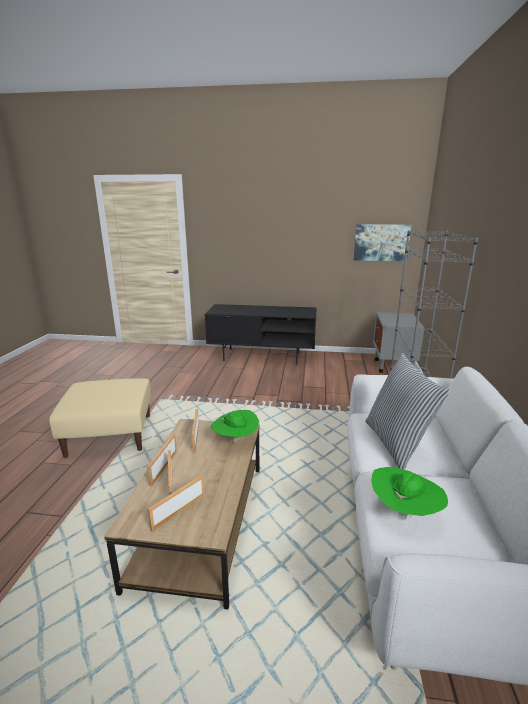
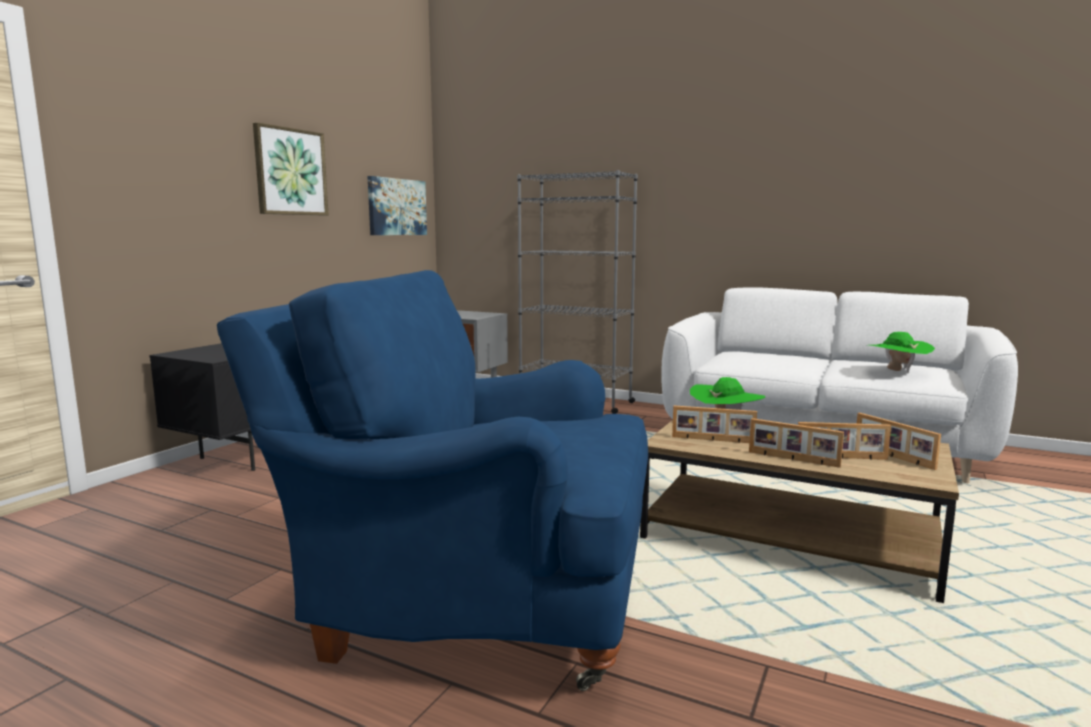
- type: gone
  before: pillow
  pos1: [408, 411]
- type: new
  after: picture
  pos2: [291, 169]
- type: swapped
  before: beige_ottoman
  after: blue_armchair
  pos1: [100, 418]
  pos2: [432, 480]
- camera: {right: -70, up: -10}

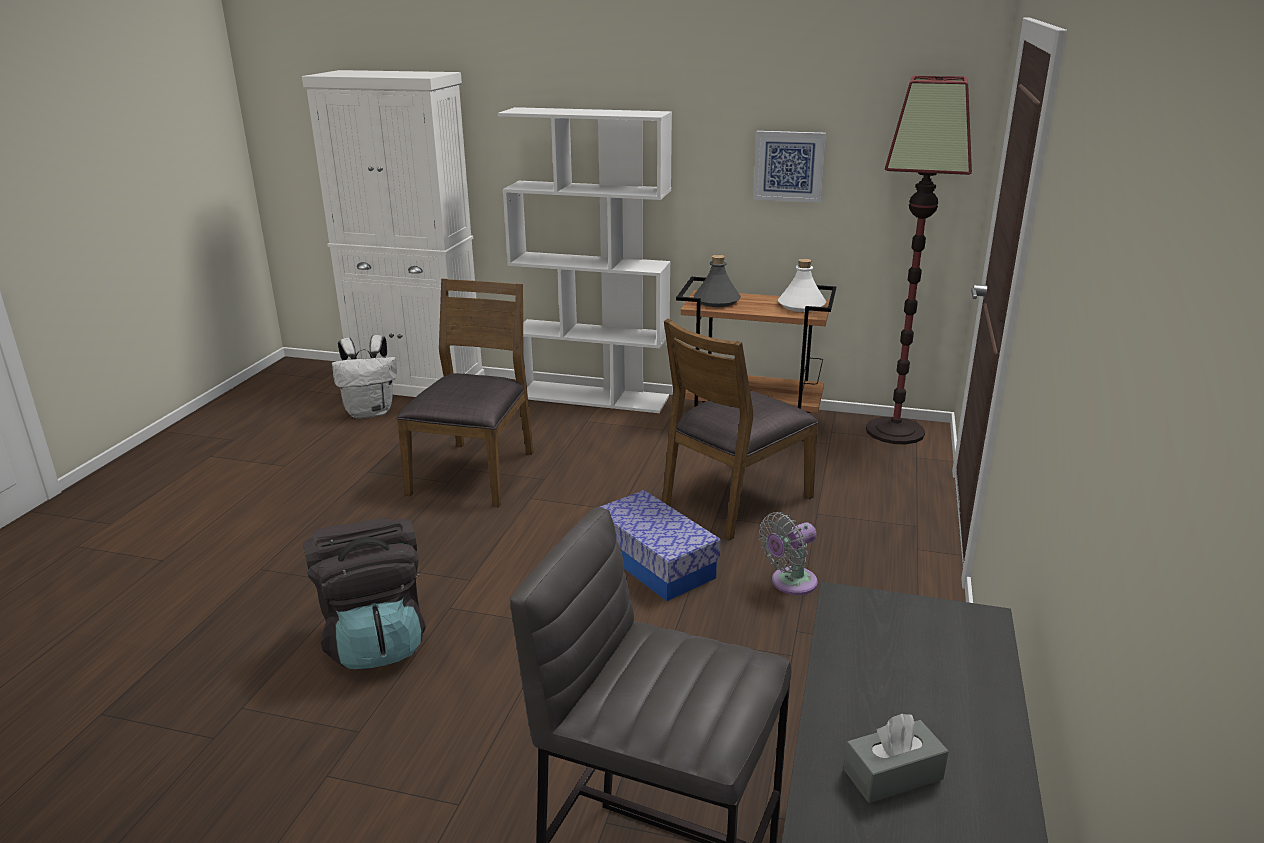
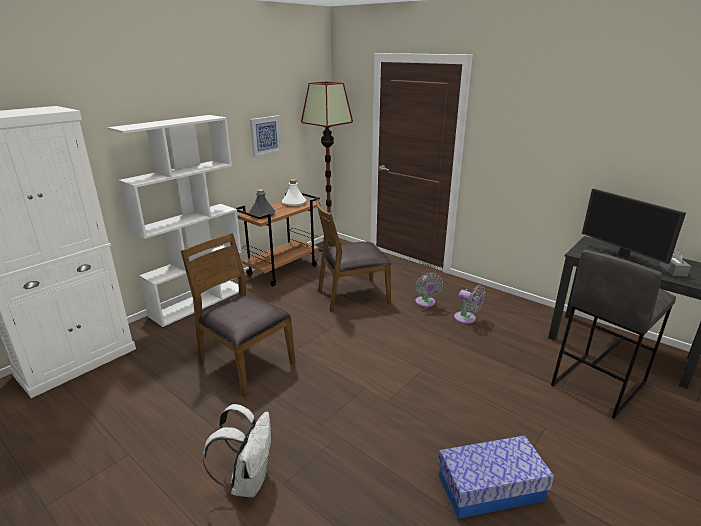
- type: gone
  before: black_backpack
  pos1: [364, 593]
- type: new
  after: grey_fan
  pos2: [470, 304]
- type: new
  after: monitor
  pos2: [634, 226]
- type: shifted
  before: white_backpack
  pos1: [364, 377]
  pos2: [237, 451]
- type: shifted
  before: storage_box
  pos1: [660, 545]
  pos2: [496, 477]
- type: rotated
  before: brown_chair
  pos1: [740, 430]
  pos2: [353, 255]
  turn: 90
- camera: {right: -65, up: 0}

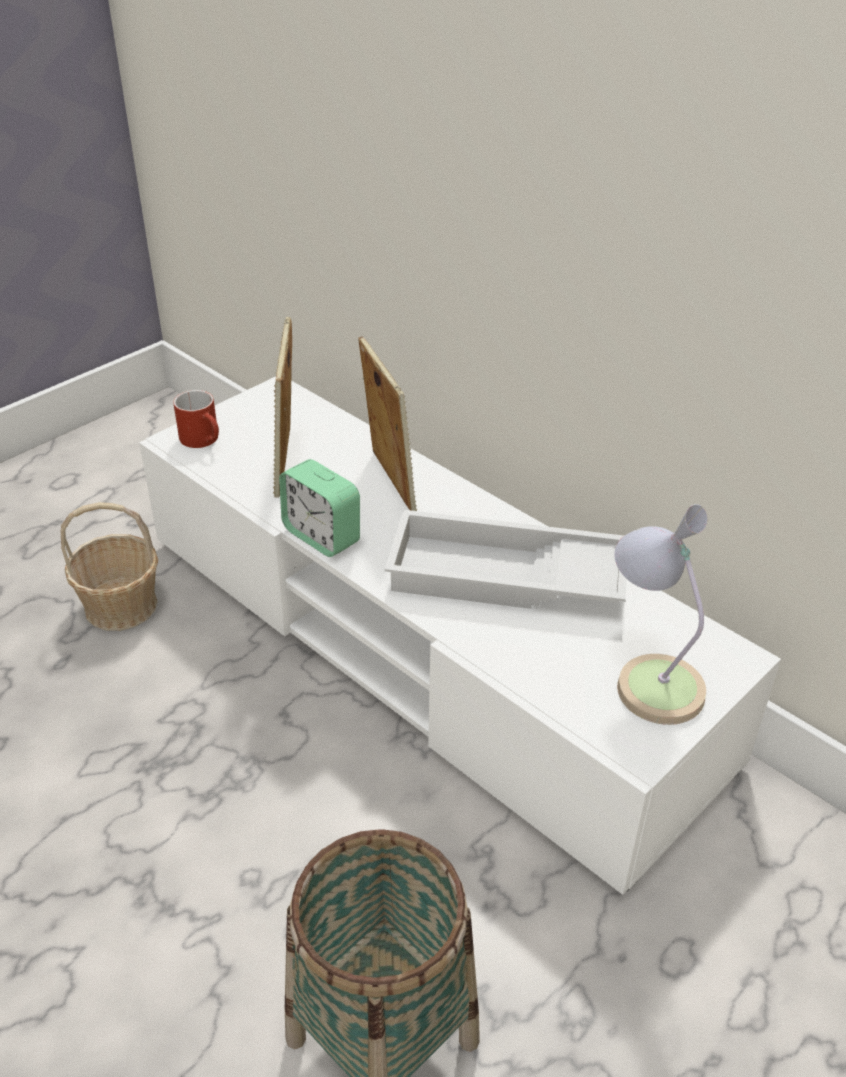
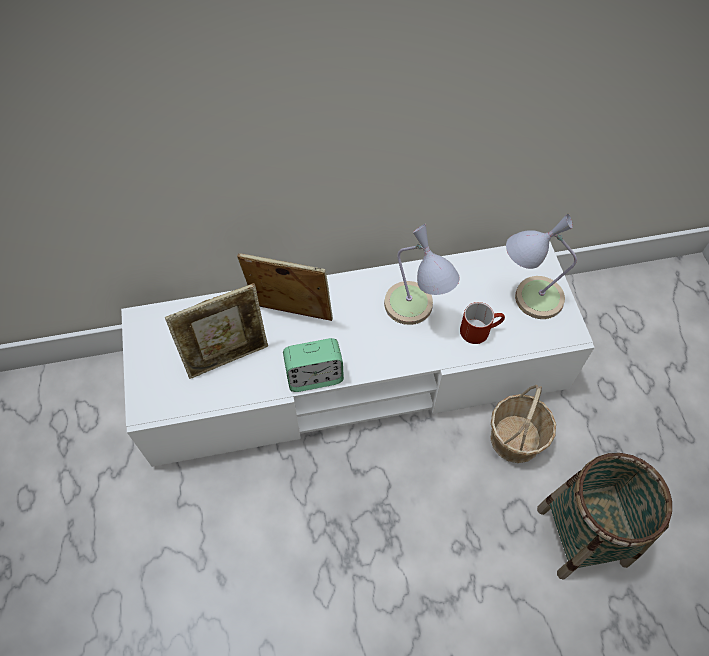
- type: shifted
  before: basket
  pos1: [109, 566]
  pos2: [523, 424]
- type: shifted
  before: red_mug
  pos1: [196, 419]
  pos2: [482, 323]
- type: swapped
  before: white_tray
  after: table_lamp
  pos1: [506, 559]
  pos2: [422, 274]
- type: rotated
  before: picture_frame
  pos1: [283, 407]
  pos2: [216, 331]
  turn: -60
- camera: {right: -55, up: 20}

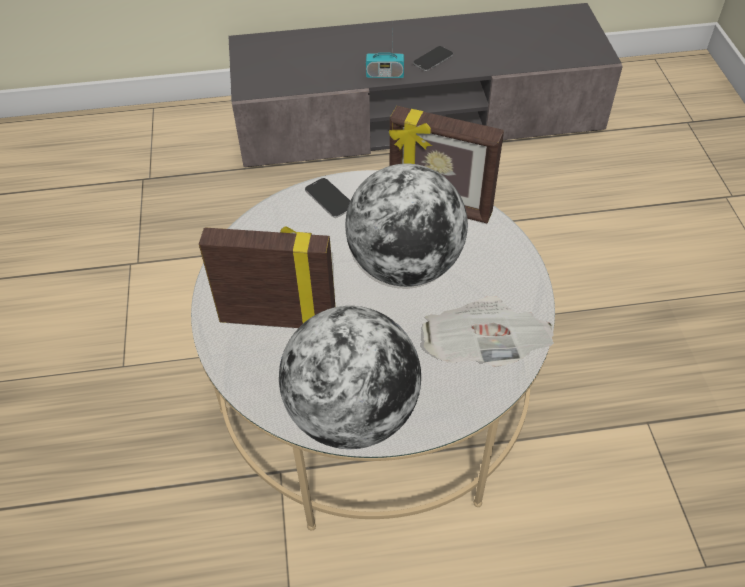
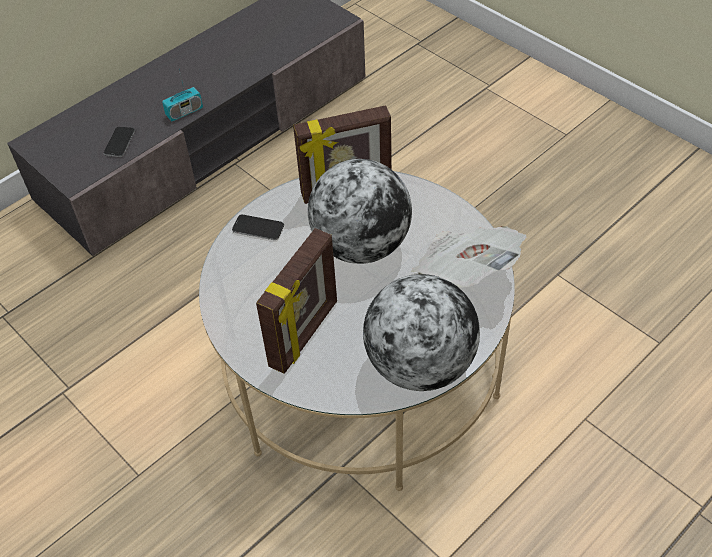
- type: shifted
  before: phone
  pos1: [433, 58]
  pos2: [119, 142]
- type: rotated
  before: picture_frame
  pos1: [267, 277]
  pos2: [296, 301]
  turn: 150
- camera: {right: -35, up: 0}

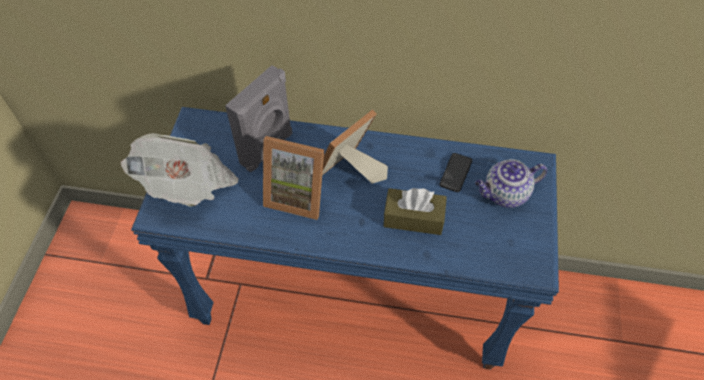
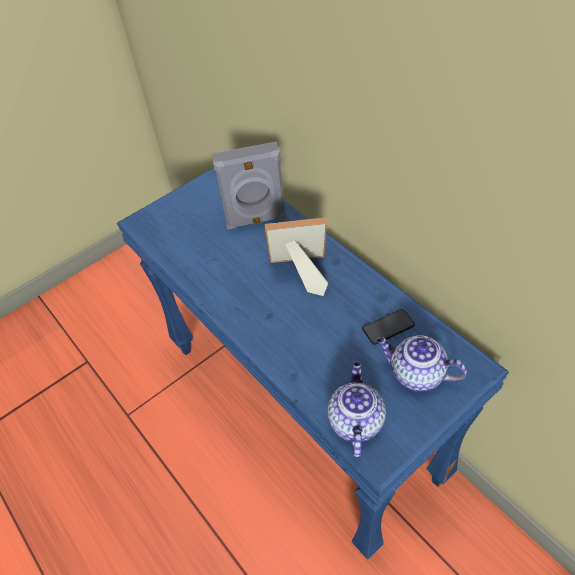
- type: gone
  before: newspaper
  pos1: [179, 170]
- type: gone
  before: picture_frame
  pos1: [293, 178]
- type: gone
  before: brown_tissue_box
  pos1: [415, 211]
- type: new
  after: teapot
  pos2: [356, 409]
- camera: {right: 45, up: -5}

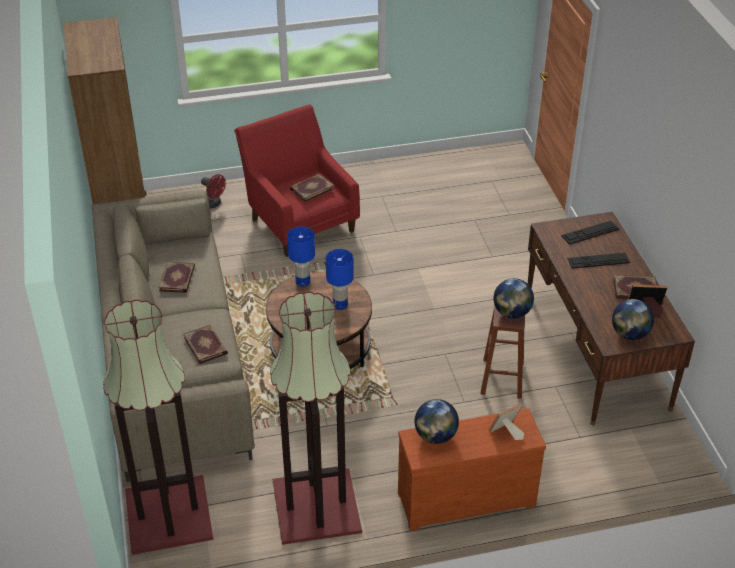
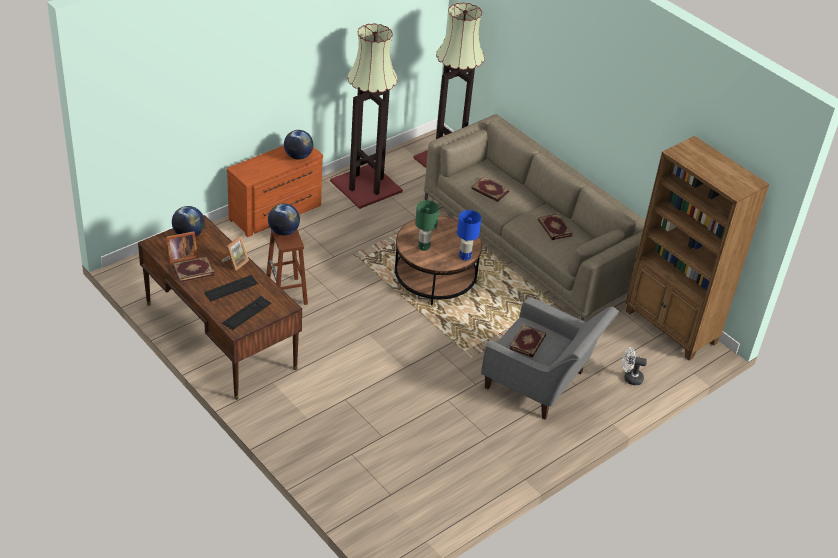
- type: shifted
  before: picture_frame
  pos1: [506, 422]
  pos2: [235, 253]
- type: repainted
  before: red_fan
  after: white_fan
  pos1: [213, 191]
  pos2: [634, 366]
- type: repainted
  before: red_armchair
  after: grey_armchair
  pos1: [297, 181]
  pos2: [550, 358]
- type: repainted
  before: blue_table_lamp
  after: green_table_lamp
  pos1: [340, 279]
  pos2: [427, 225]
- camera: {right: 150, up: 0}

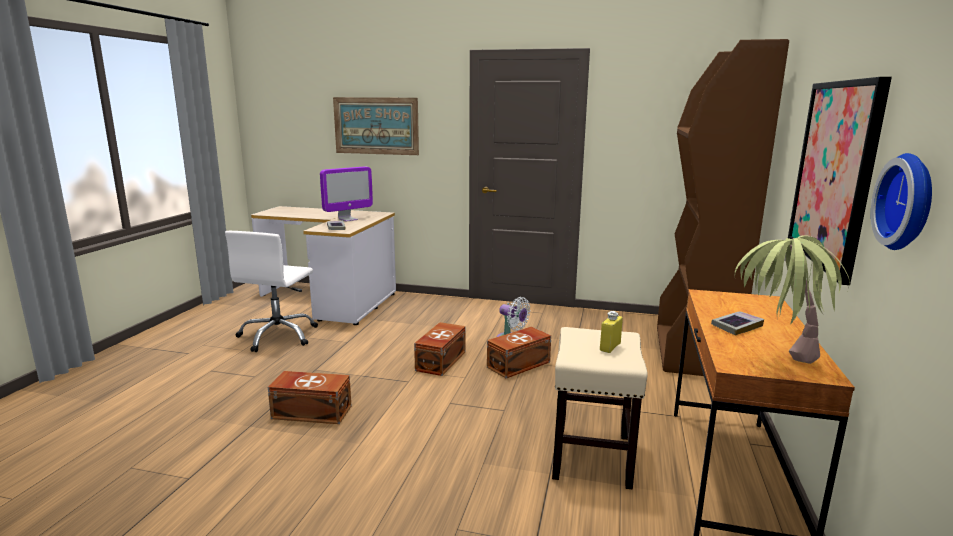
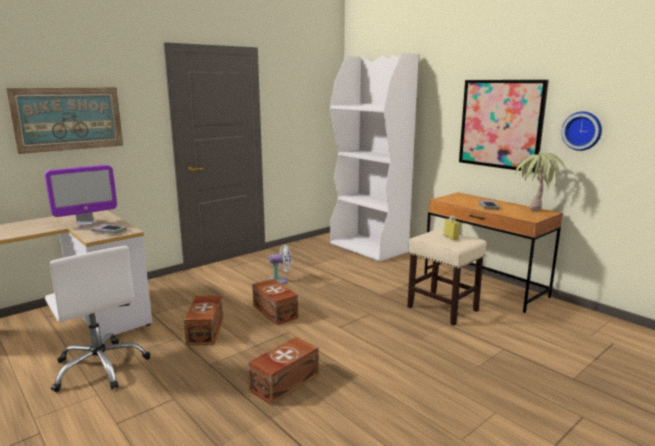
- type: shifted
  before: brown_storage_box
  pos1: [519, 352]
  pos2: [203, 320]
- type: repainted
  before: brown_bookcase
  after: white_bookcase
  pos1: [723, 207]
  pos2: [374, 157]
- type: rotated
  before: monitor
  pos1: [346, 194]
  pos2: [81, 196]
  turn: 60
- camera: {right: -55, up: 0}

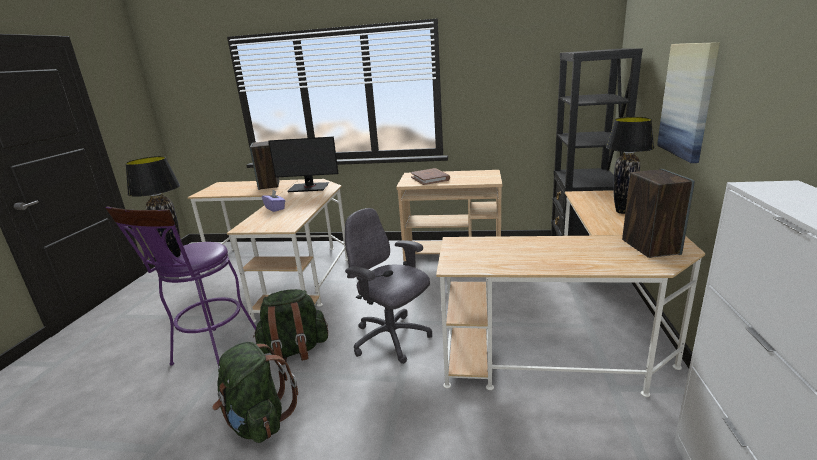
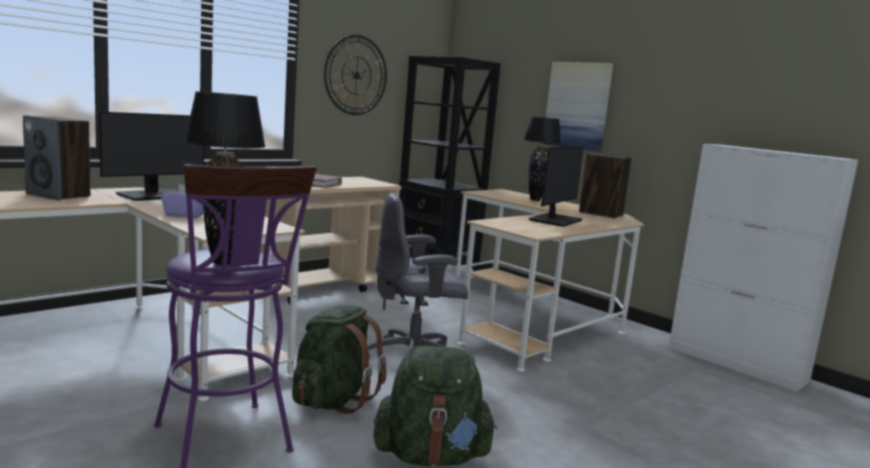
- type: new
  after: wall_clock
  pos2: [355, 75]
- type: new
  after: monitor
  pos2: [556, 186]
- camera: {right: -55, up: -10}

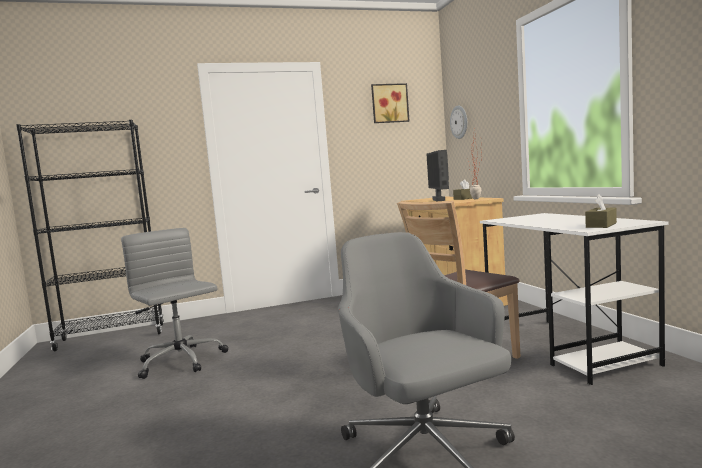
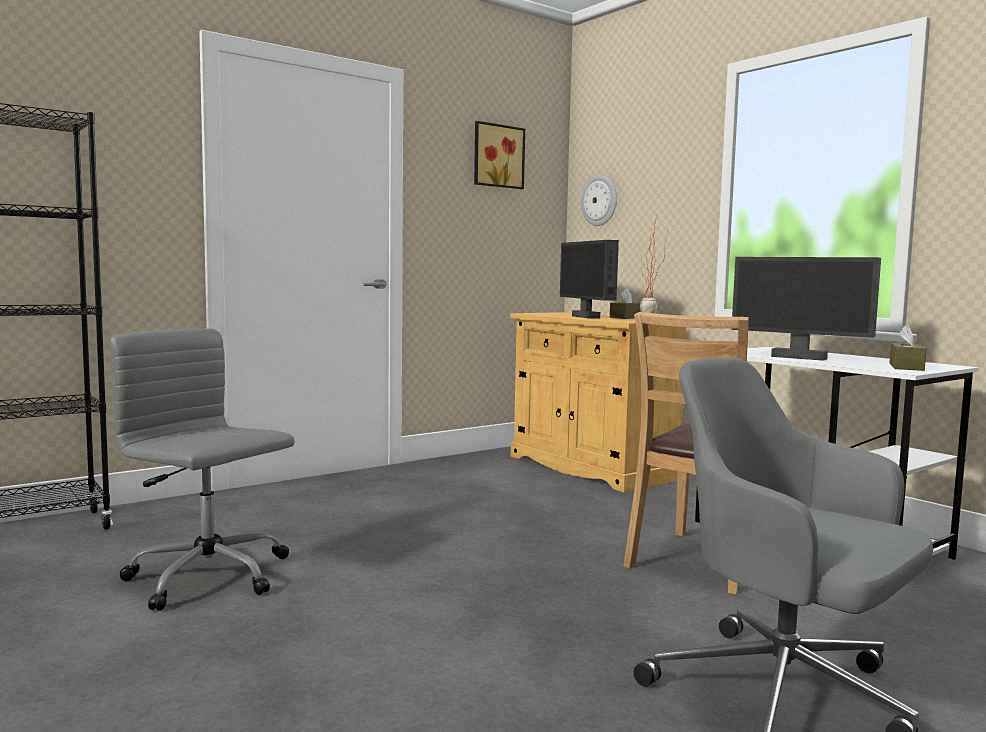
- type: new
  after: monitor
  pos2: [806, 309]
- camera: {right: -20, up: 0}

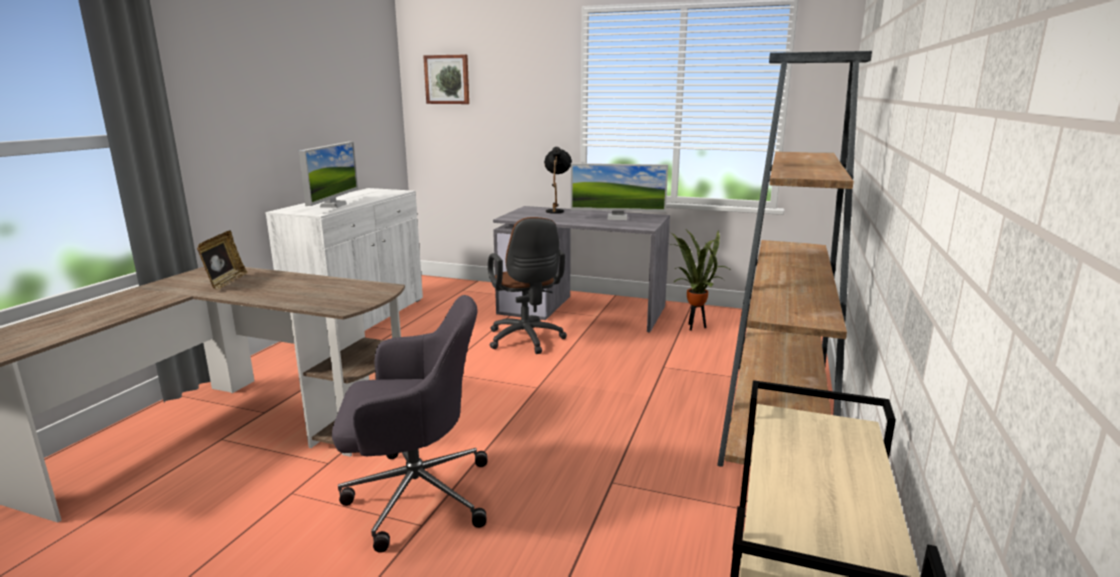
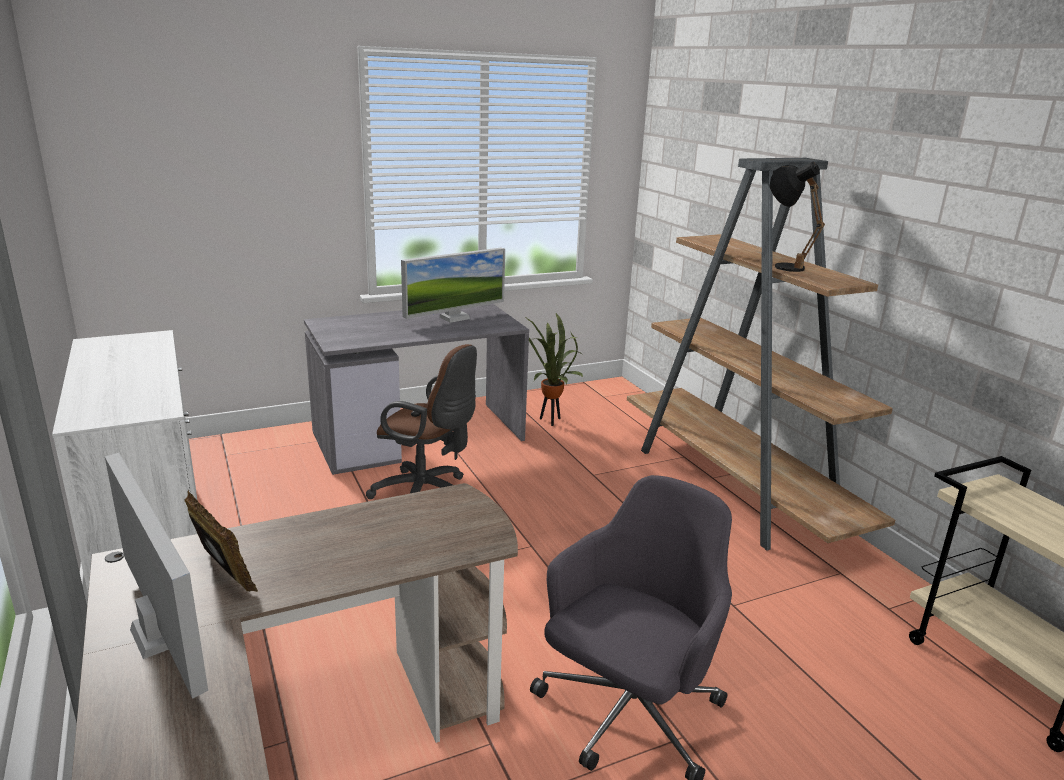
- type: gone
  before: picture
  pos1: [446, 79]
- type: shifted
  before: monitor
  pos1: [328, 175]
  pos2: [156, 576]
- type: shifted
  before: black_table_lamp
  pos1: [558, 180]
  pos2: [797, 217]
- camera: {right: -45, up: 5}

